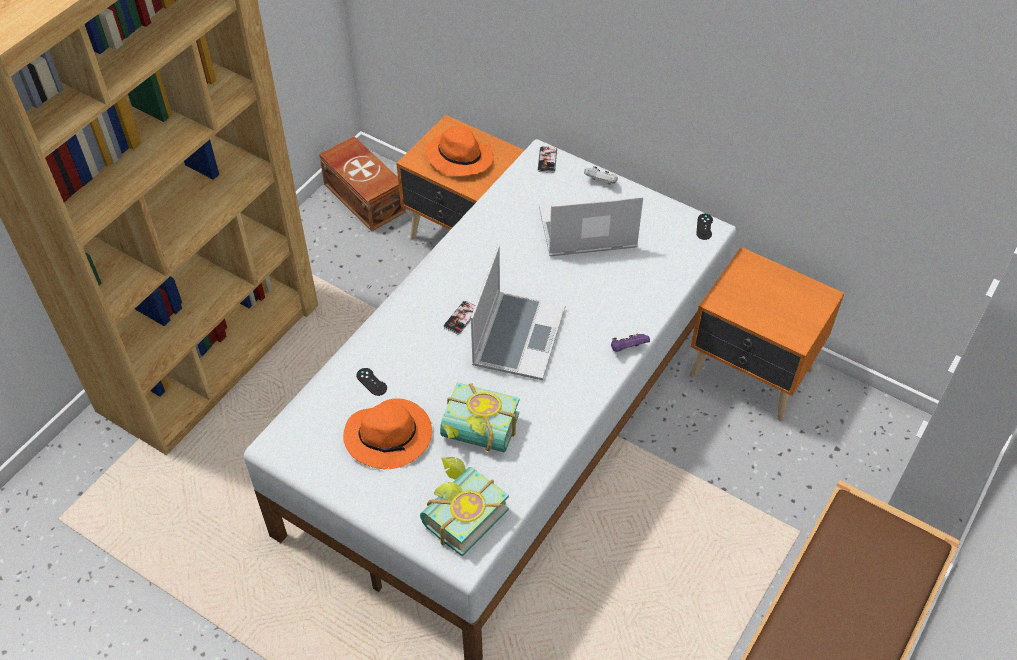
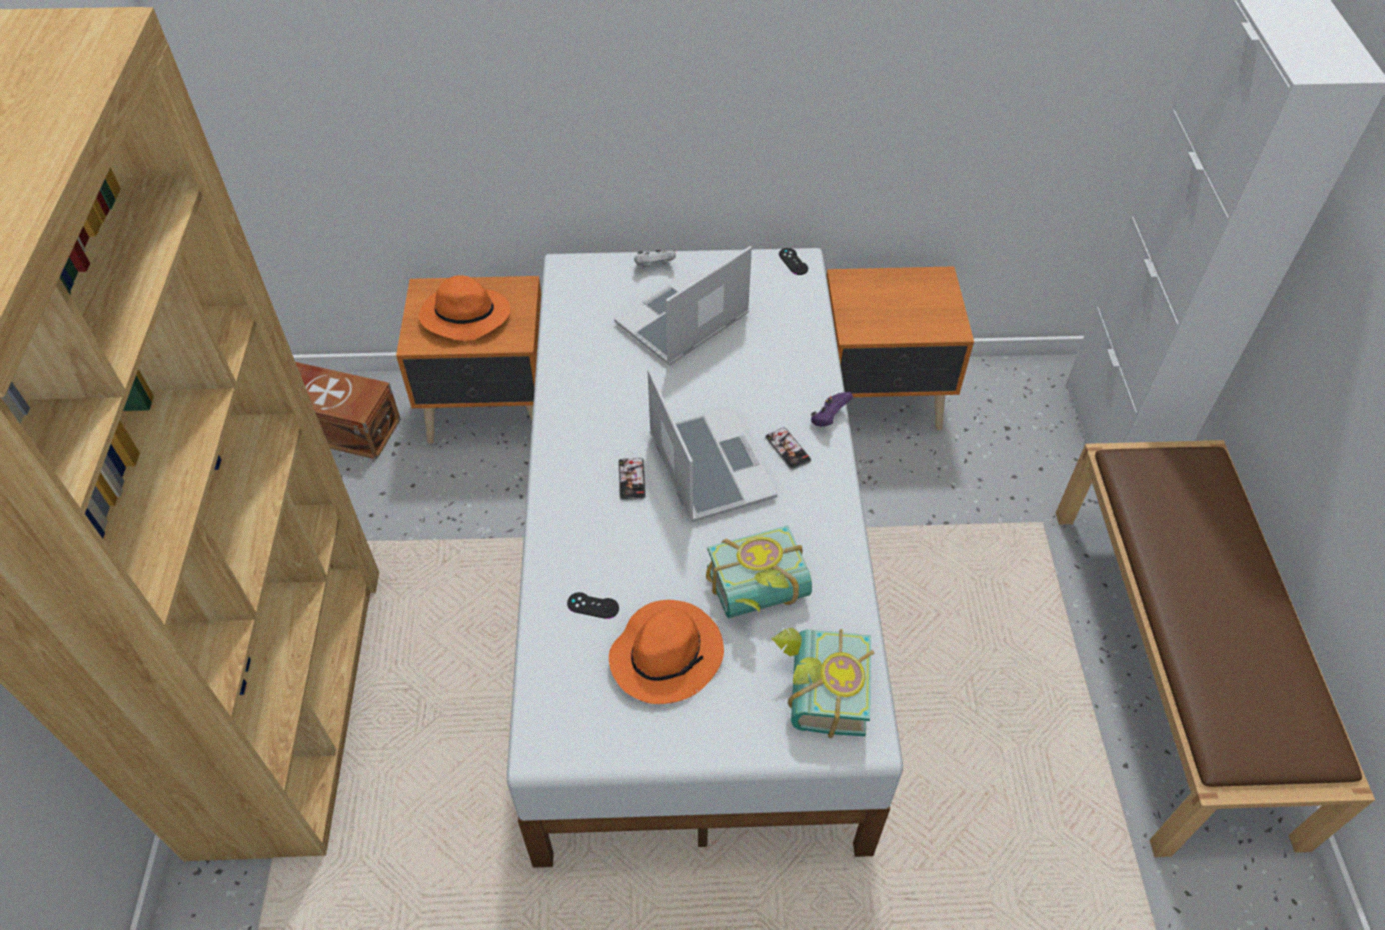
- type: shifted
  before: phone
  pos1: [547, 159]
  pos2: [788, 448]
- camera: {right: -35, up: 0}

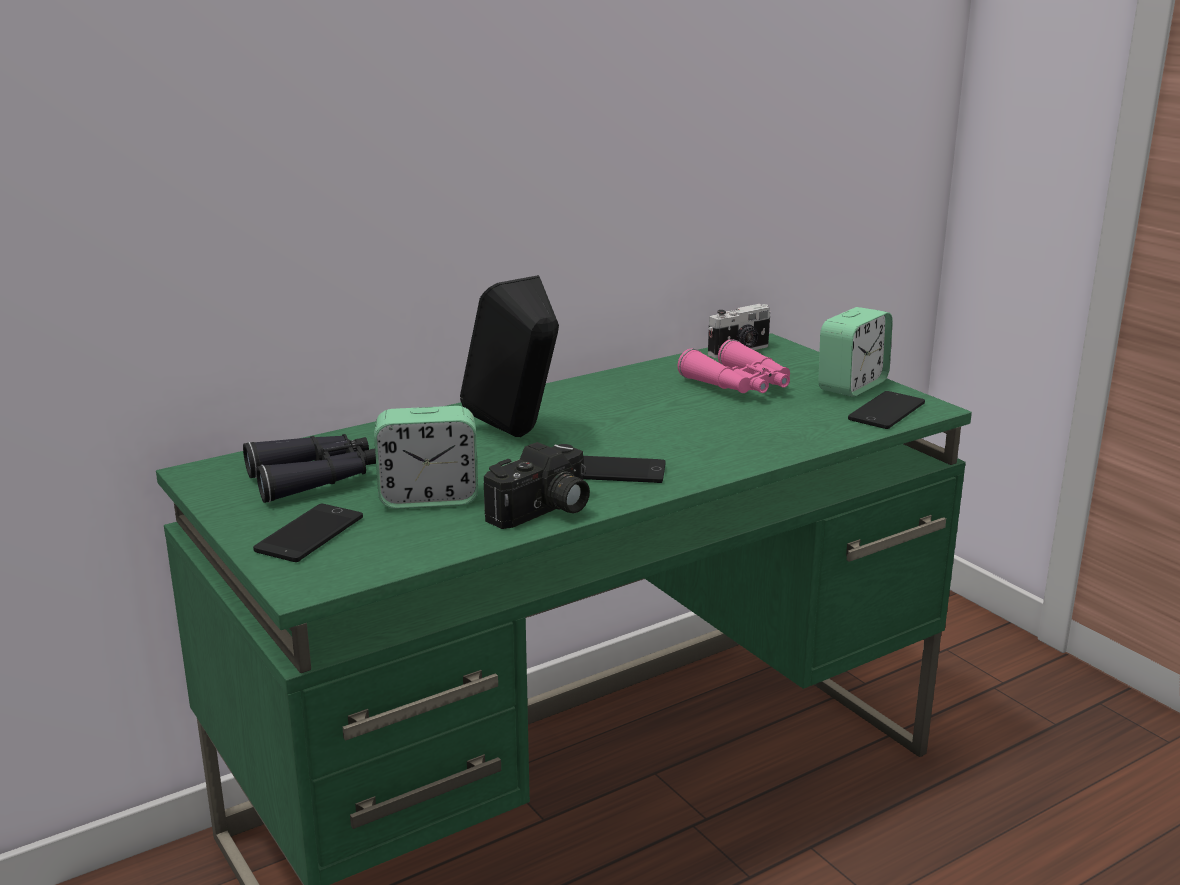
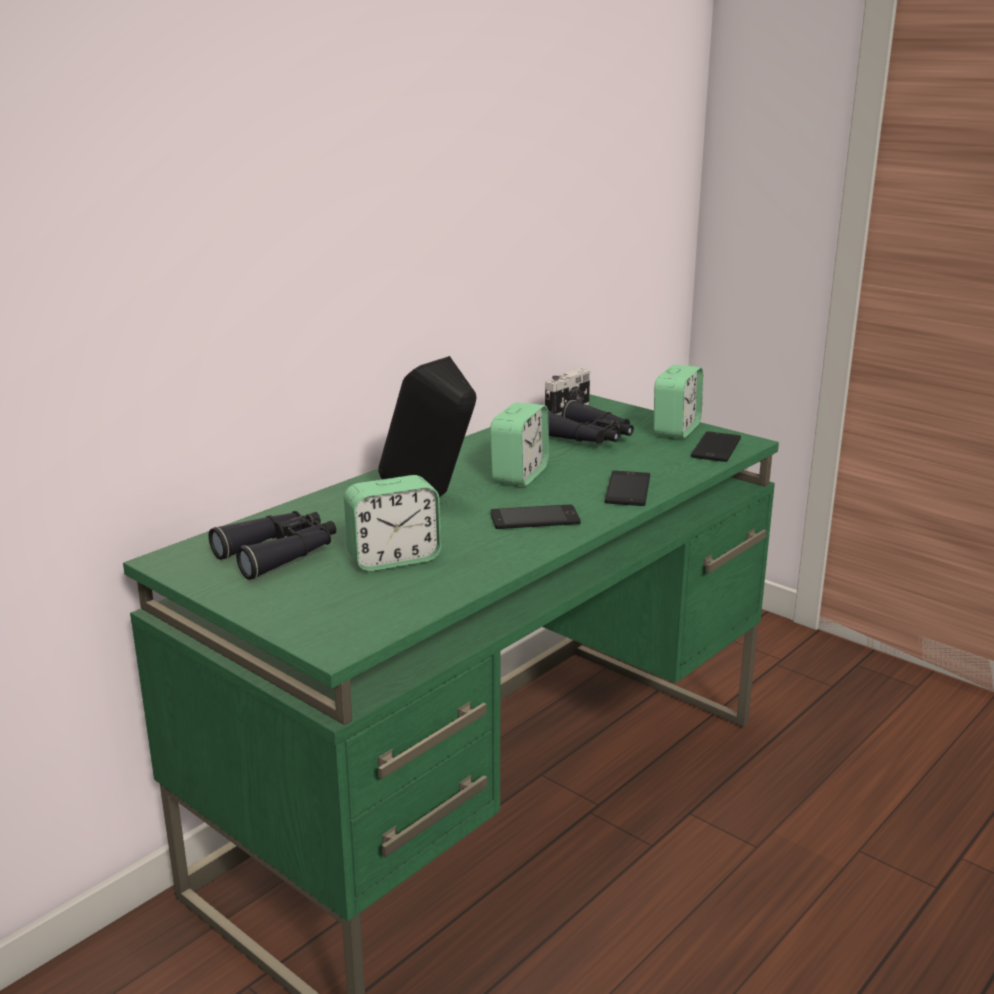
- type: gone
  before: photo_camera
  pos1: [536, 485]
- type: new
  after: alarm_clock
  pos2: [519, 444]
- type: shifted
  before: phone
  pos1: [308, 533]
  pos2: [627, 488]
- type: repainted
  before: pink_binoculars
  after: black_binoculars
  pos1: [734, 366]
  pos2: [591, 422]
- camera: {right: -15, up: 0}

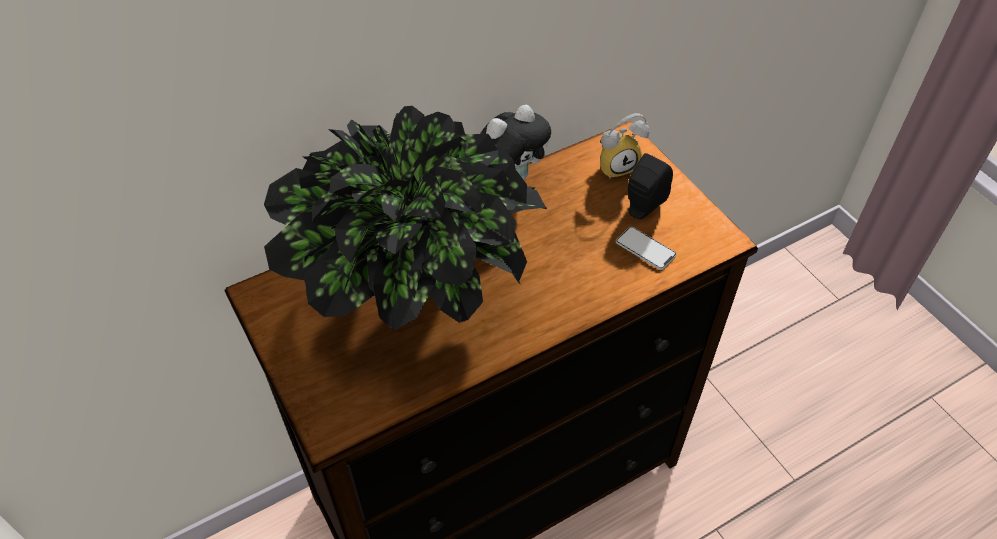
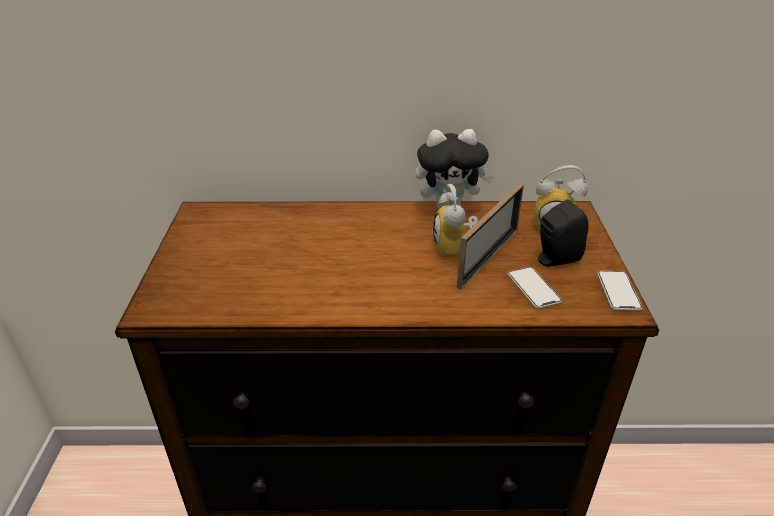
- type: gone
  before: potted_plant
  pos1: [405, 218]
- type: new
  after: alarm_clock
  pos2: [455, 220]
- type: new
  after: picture_frame
  pos2: [490, 236]
- type: new
  after: phone
  pos2: [620, 291]
- camera: {right: 30, up: -15}

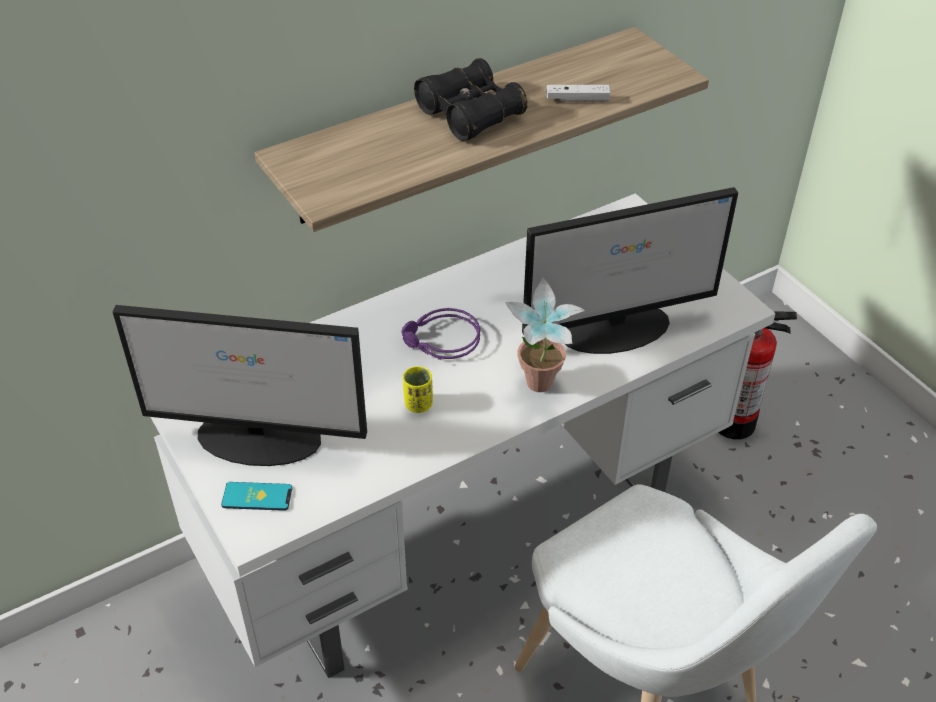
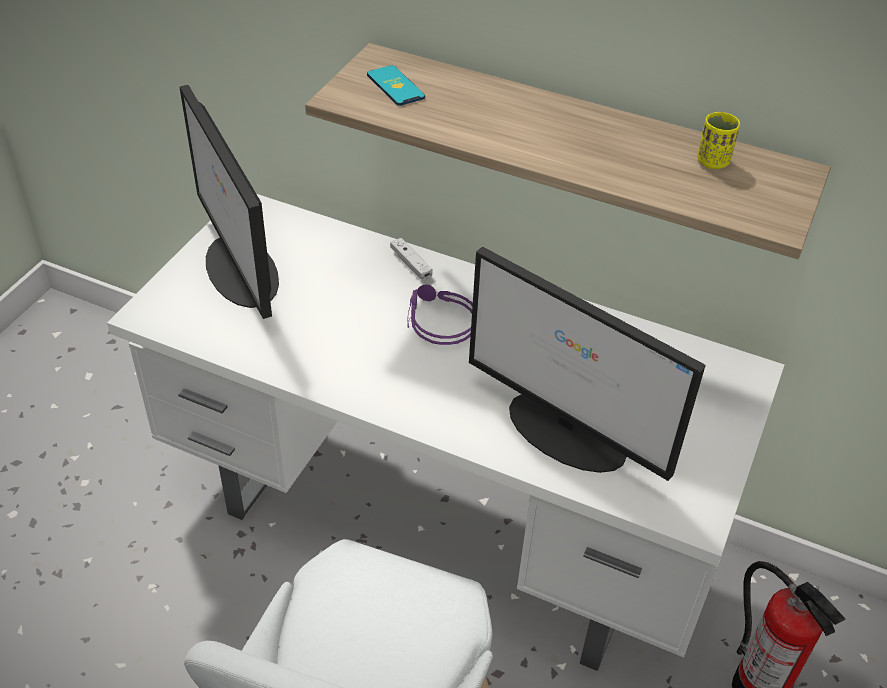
- type: gone
  before: black_binoculars
  pos1: [471, 99]
- type: gone
  before: potted_plant
  pos1: [545, 335]
- type: shifted
  before: phone
  pos1: [256, 496]
  pos2: [396, 85]
- type: shifted
  before: yellow_cup
  pos1: [418, 389]
  pos2: [718, 140]
- type: shifted
  before: white_game_controller
  pos1: [578, 93]
  pos2: [411, 259]
- camera: {right: 55, up: 0}

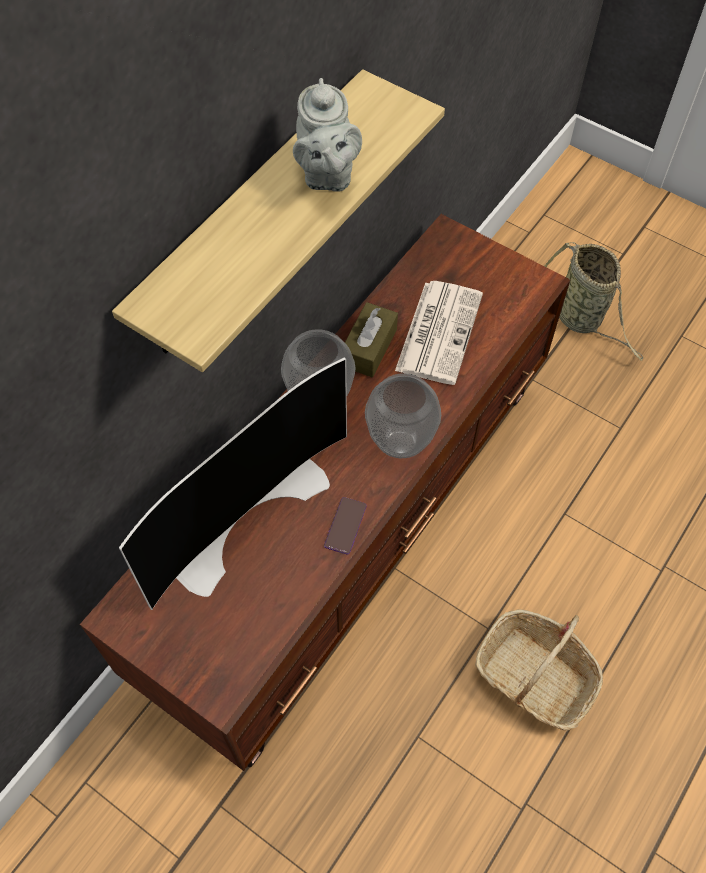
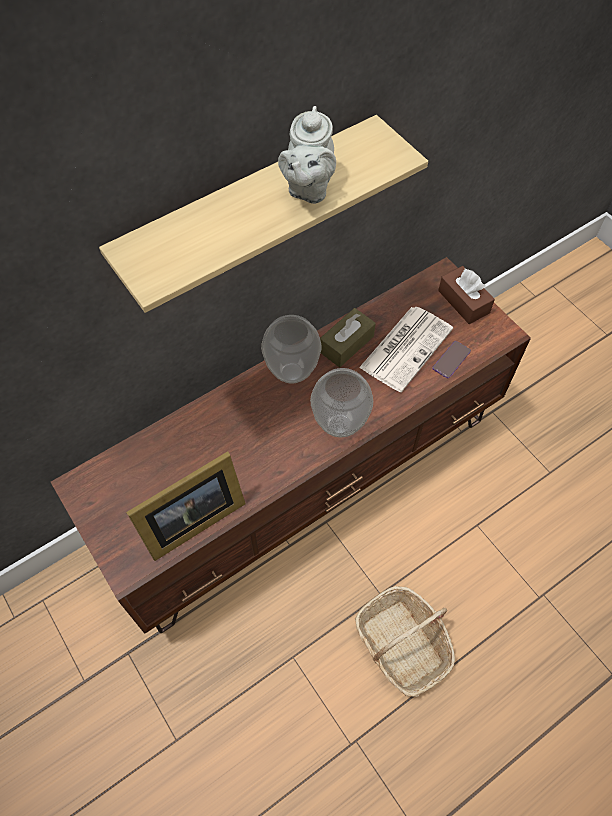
- type: gone
  before: television
  pos1: [233, 484]
- type: gone
  before: basket
  pos1: [594, 301]
- type: new
  after: picture_frame
  pos2: [186, 506]
- type: new
  after: brown_tissue_box
  pos2: [466, 295]
- type: shifted
  before: phone
  pos1: [345, 525]
  pos2: [451, 359]
- camera: {right: 20, up: 0}

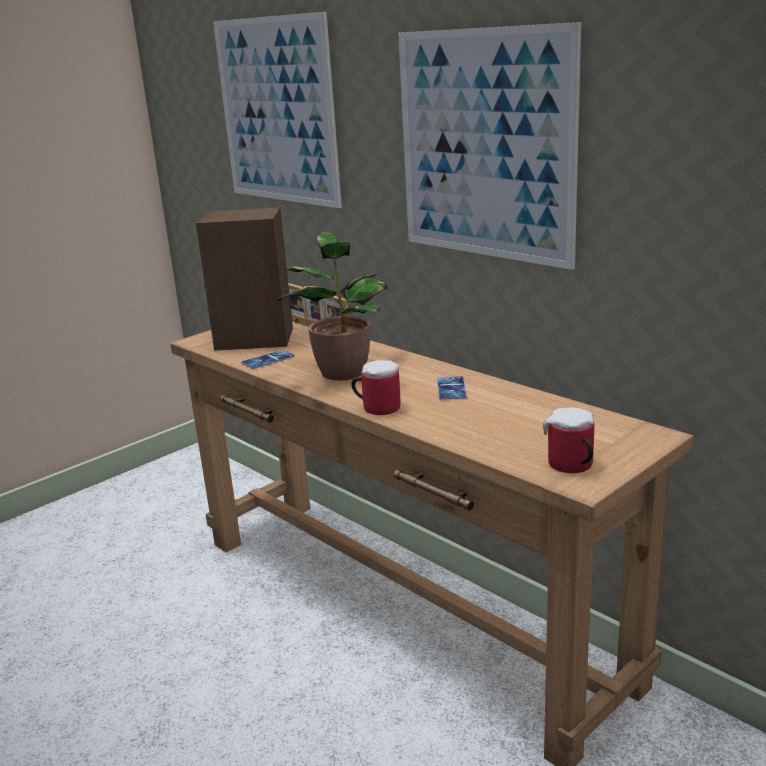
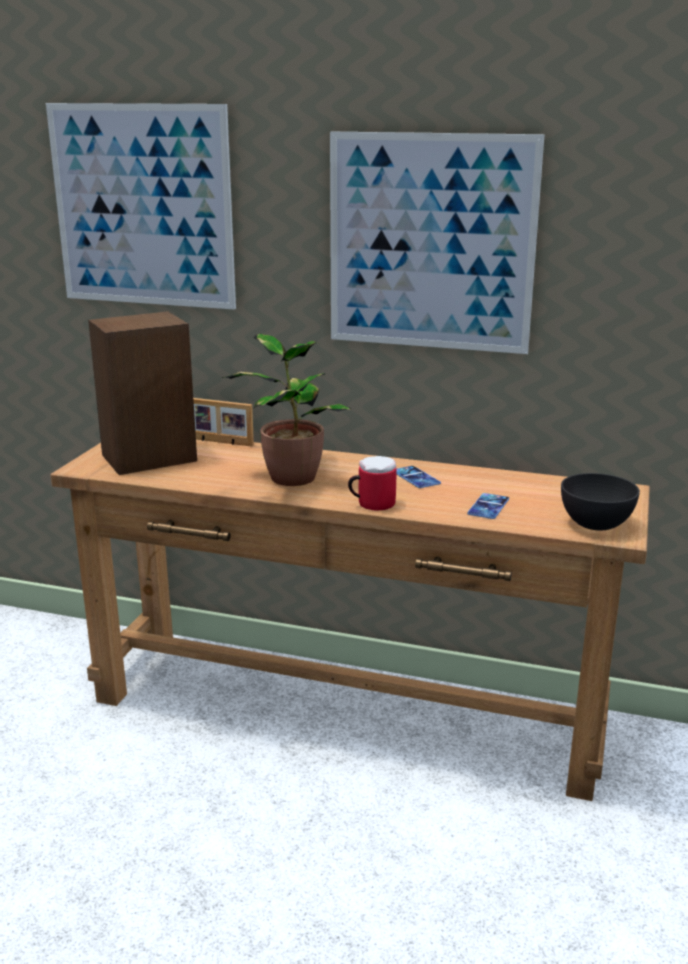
- type: shifted
  before: phone
  pos1: [268, 359]
  pos2: [488, 506]
- type: swapped
  before: mug
  after: grey_bowl
  pos1: [568, 440]
  pos2: [600, 501]
- camera: {right: -30, up: 0}

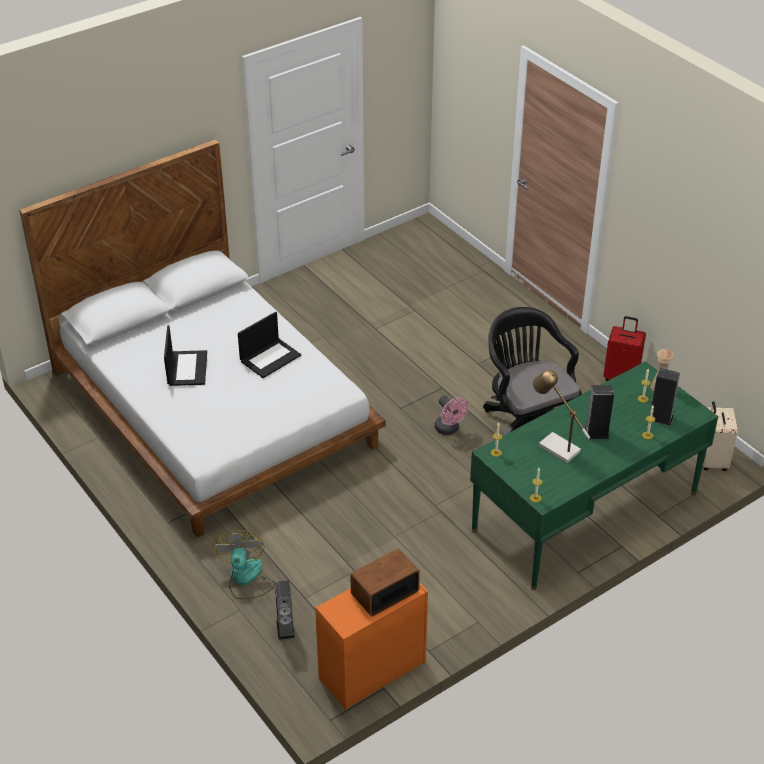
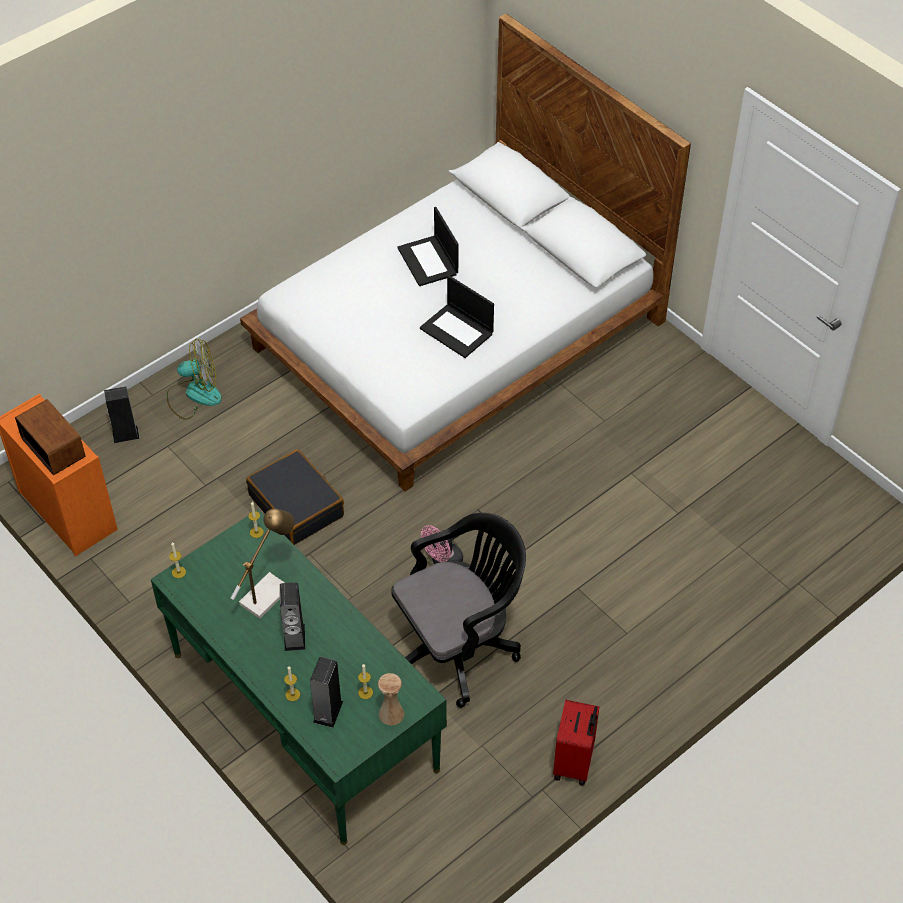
- type: gone
  before: beige_suitcase
  pos1: [720, 436]
- type: new
  after: black_suitcase
  pos2: [295, 497]
- type: rotated
  before: laptop
  pos1: [185, 355]
  pos2: [427, 246]
  turn: 75
- camera: {right: 85, up: 10}

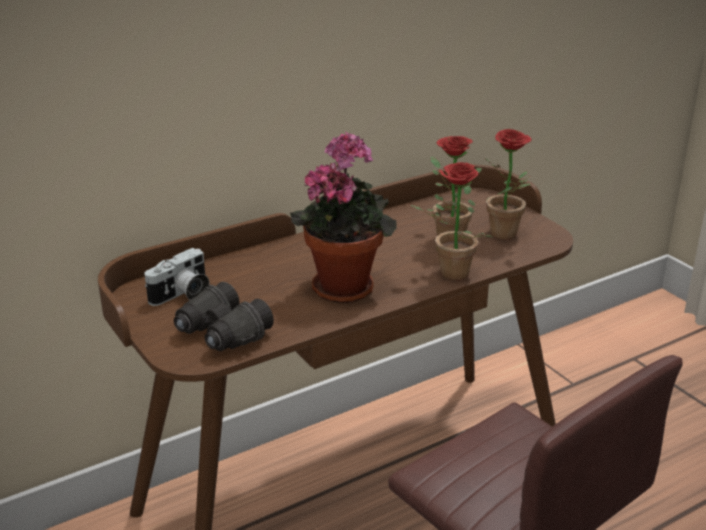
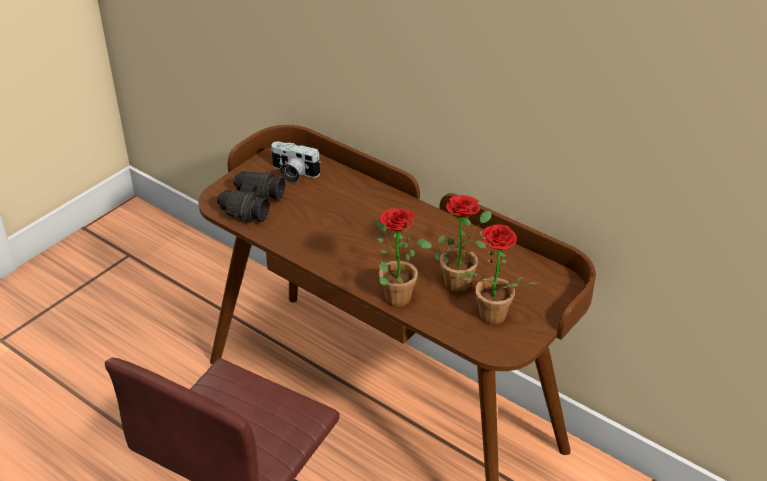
- type: gone
  before: potted_plant
  pos1: [343, 217]
- camera: {right: 70, up: 10}

